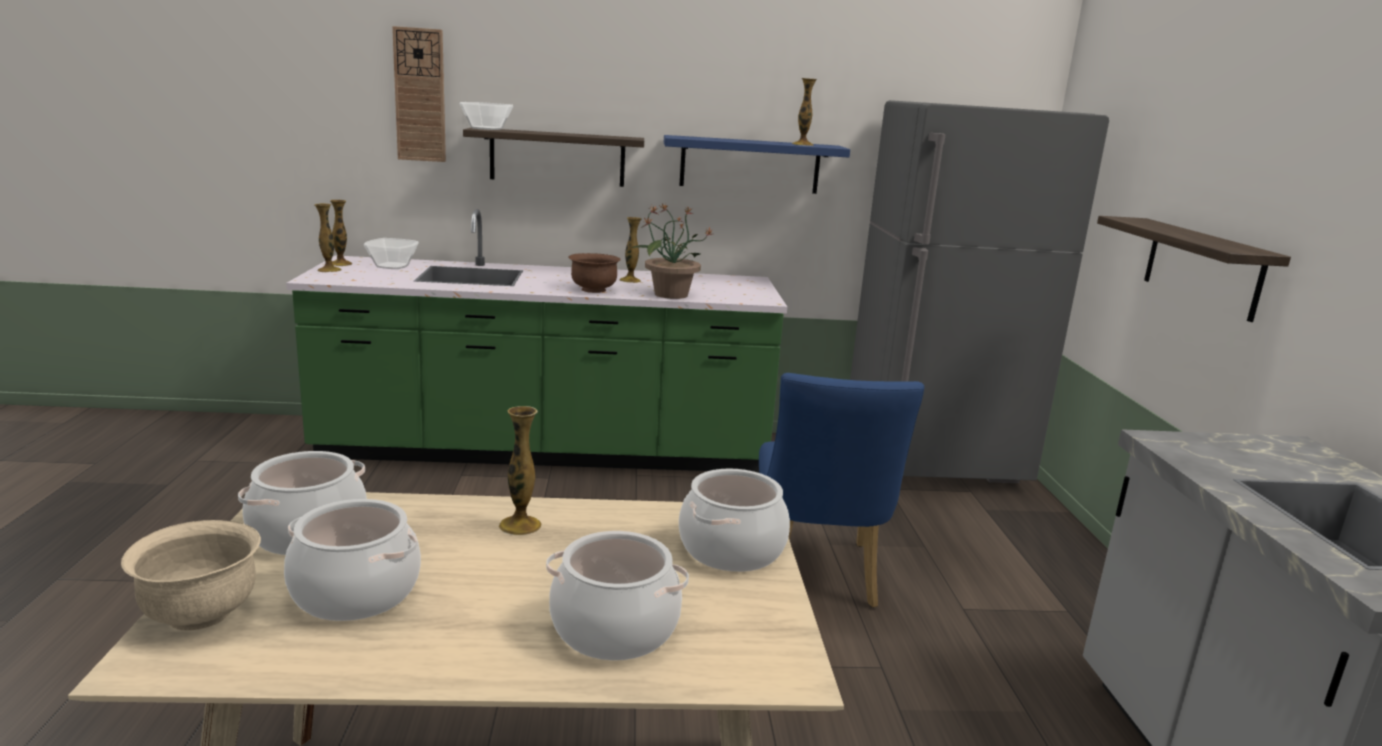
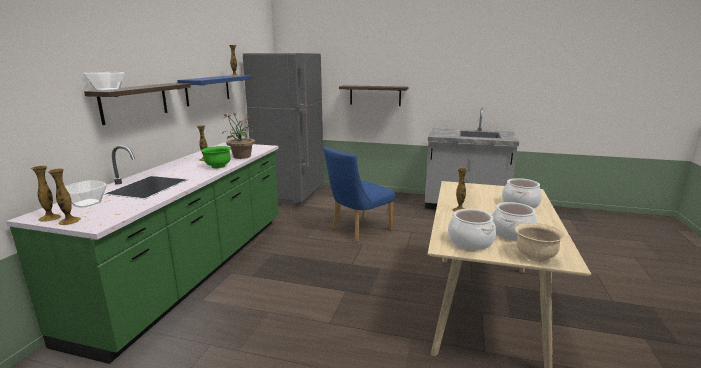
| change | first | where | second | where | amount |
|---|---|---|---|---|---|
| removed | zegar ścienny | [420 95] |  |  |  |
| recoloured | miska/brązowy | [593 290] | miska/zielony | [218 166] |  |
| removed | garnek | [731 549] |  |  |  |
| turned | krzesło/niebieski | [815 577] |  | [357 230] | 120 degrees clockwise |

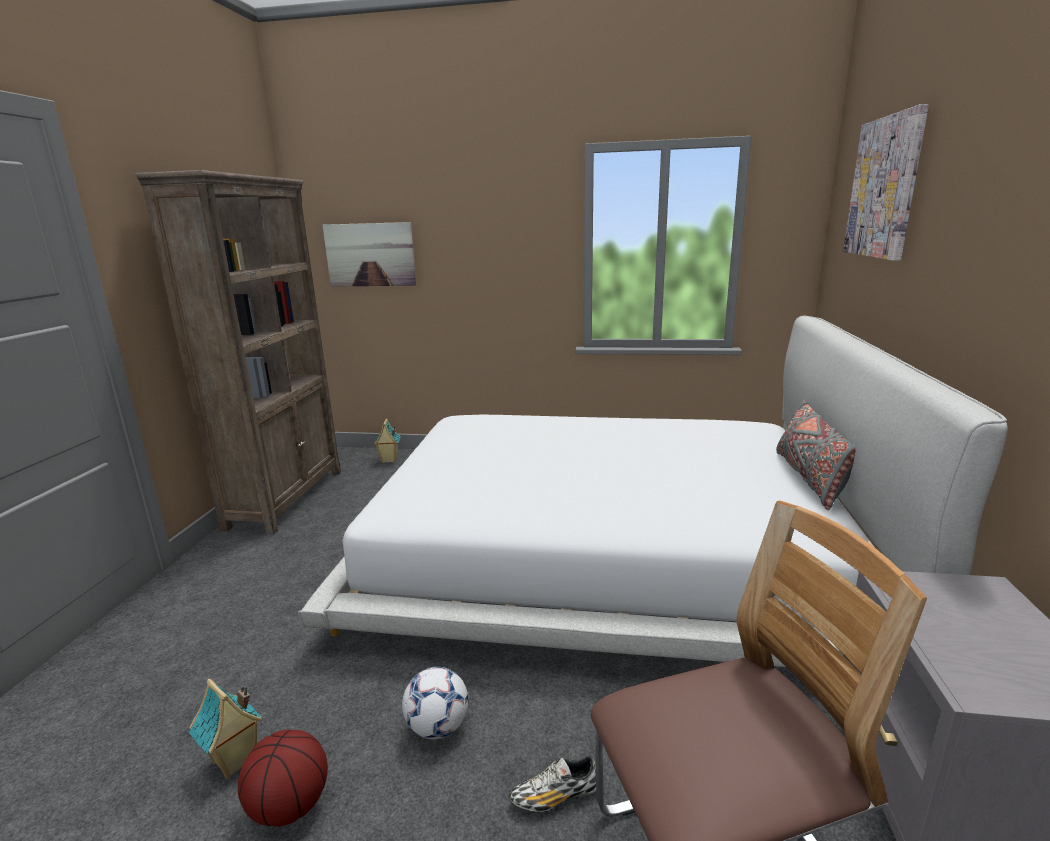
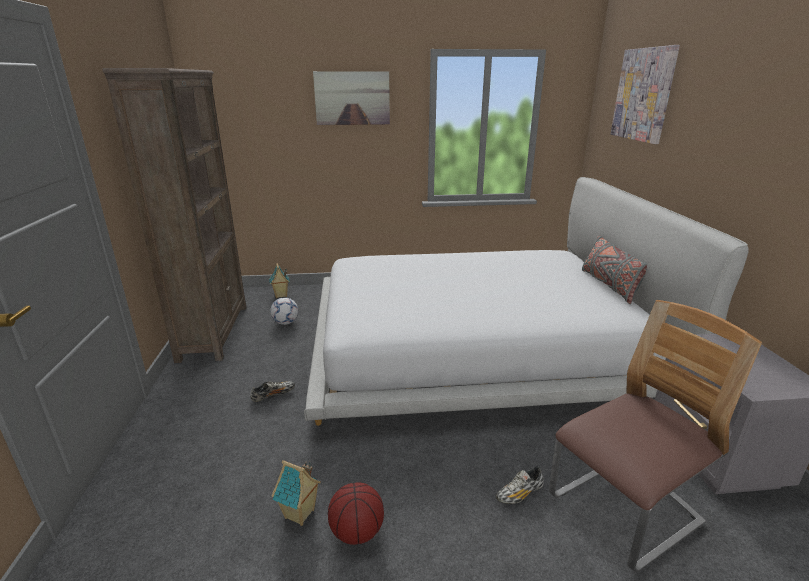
| change | first | where | second | where | amount |
|---|---|---|---|---|---|
| moved | obraz | [370 255] |  | [352 98] |  |
| moved | piłka futbolowa | [438 727] |  | [285 323] |  |
| added |  |  | but | [273 395] |  |

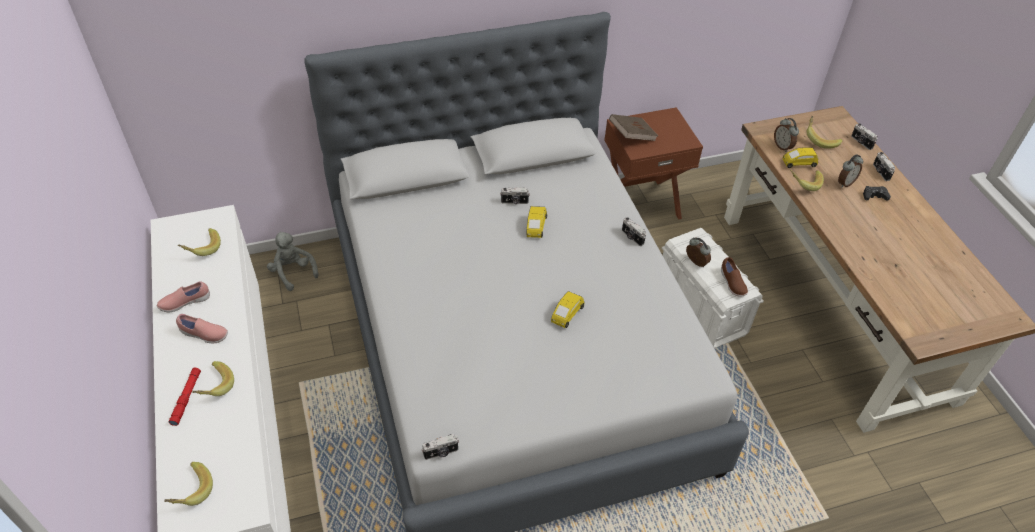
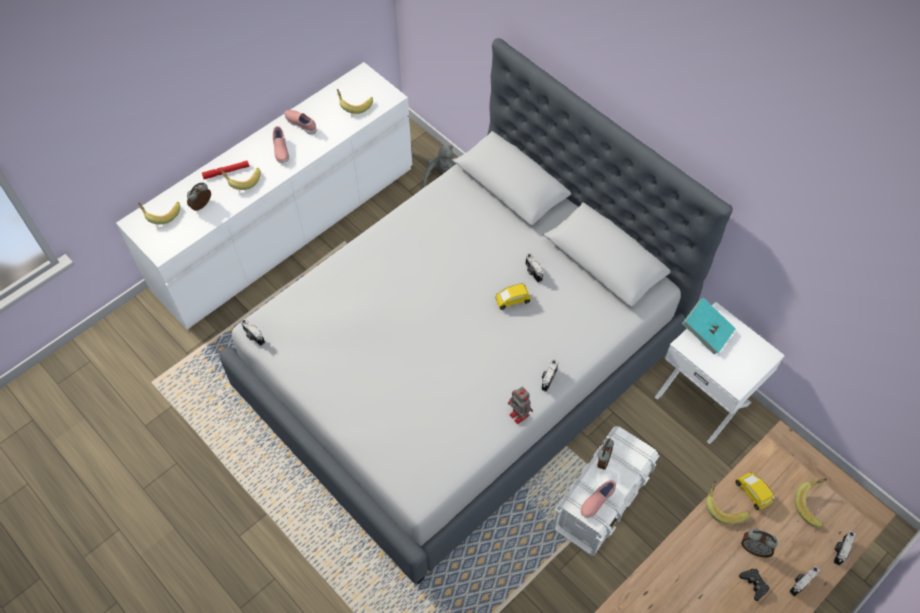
| change | first | where | second | where | amount |
|---|---|---|---|---|---|
| removed | samochodzik/żółty | [566 314] |  |  |  |
| recoloured | szafka nocna/brązowy | [640 203] | szafka nocna/biały | [703 398] |  |
| recoloured | książka/brązowy | [632 136] | książka/turkusowy | [706 332] |  |
| recoloured | but/brązowy | [732 283] | but/różowy | [596 501] |  |
| moved | budzik | [782 146] |  | [202 206] |  |
| added |  |  | robot zabawkowy | [520 415] |  |

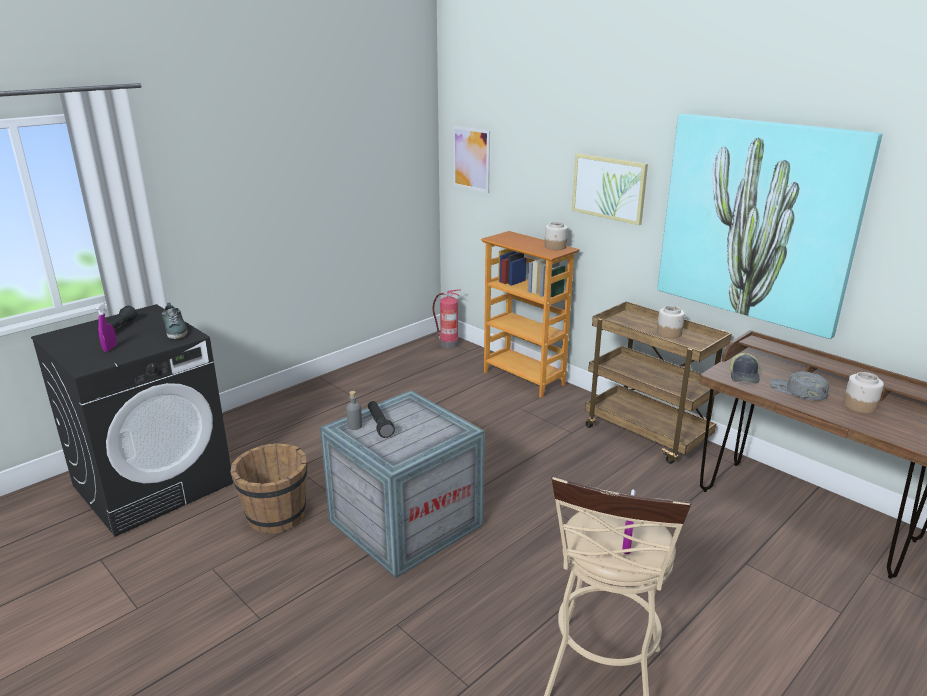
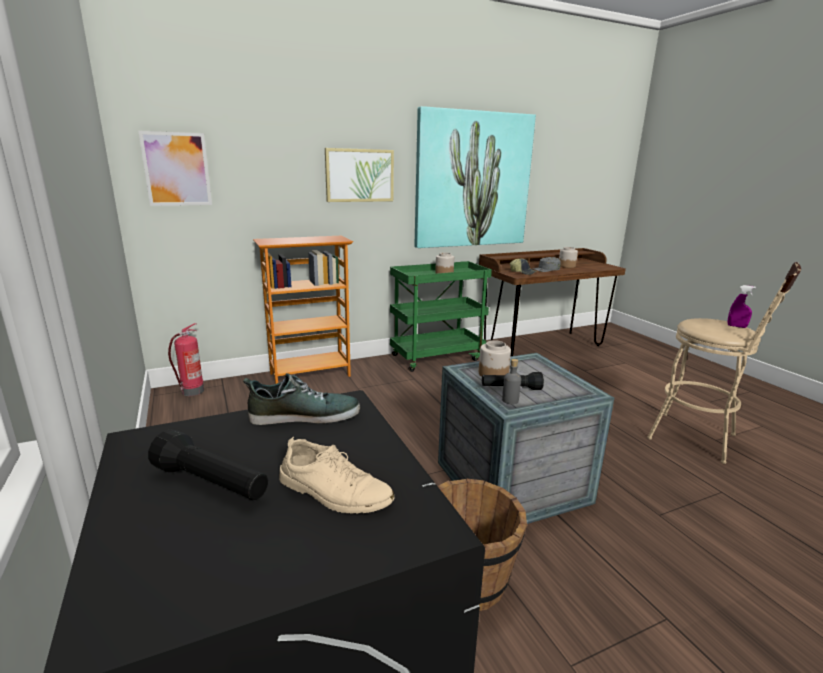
| change | first | where | second | where | amount |
|---|---|---|---|---|---|
| replaced | spryskiwacz/fioletowy | [110 348] | but/beżowy | [334 492] |  |
| moved | słoik | [555 247] |  | [493 374] |  |
| recoloured | wózek/brązowy | [647 435] | wózek/zielony | [437 357] |  |

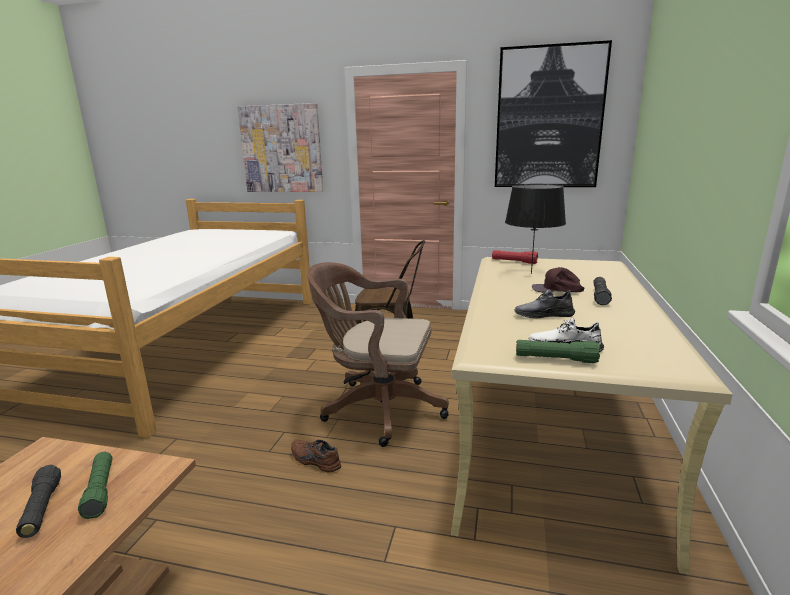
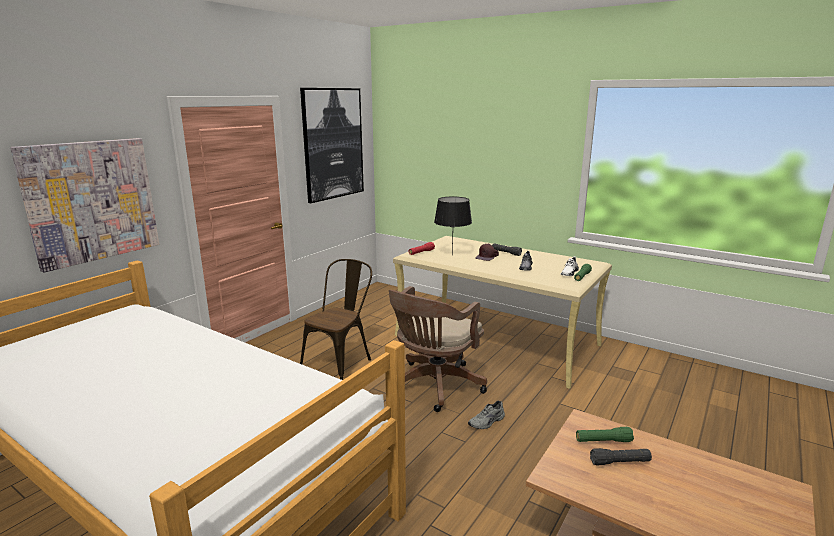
| change | first | where | second | where | amount |
|---|---|---|---|---|---|
| recoloured | but/brązowy | [314 461] | but/szary | [487 422] |  |

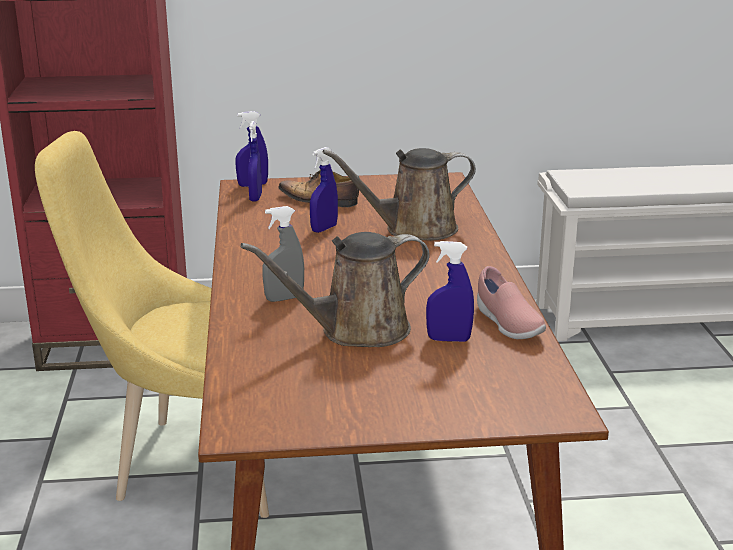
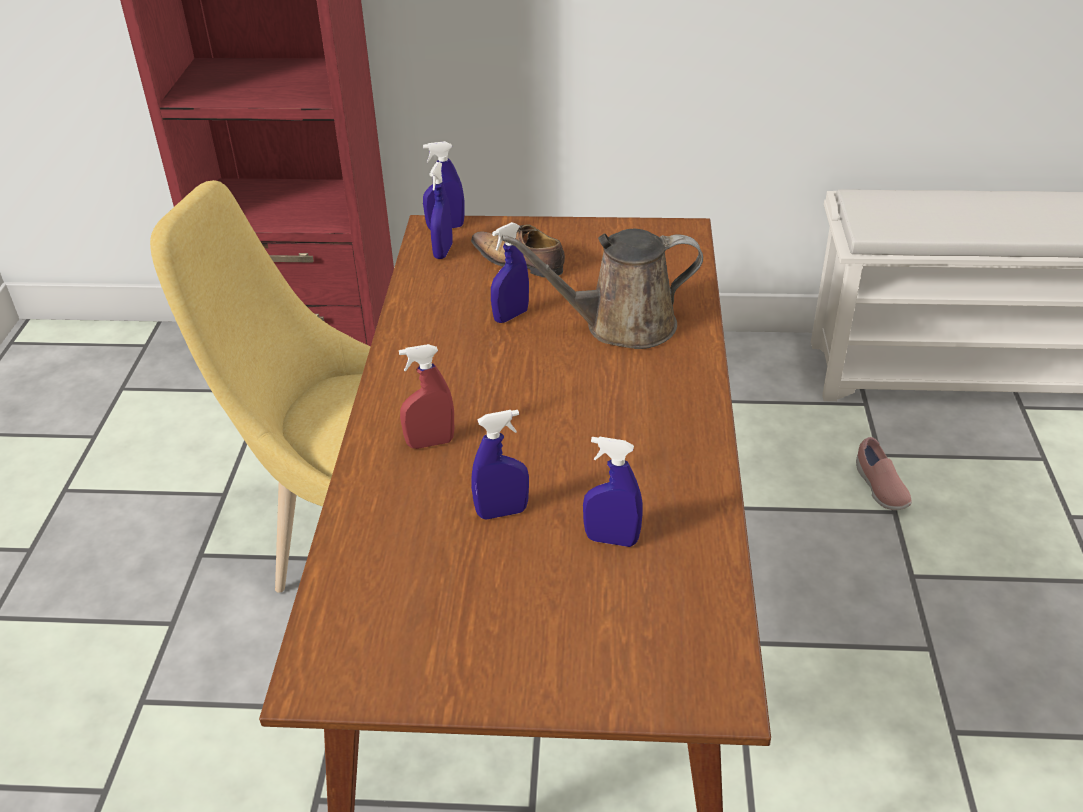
| change | first | where | second | where | amount |
|---|---|---|---|---|---|
| replaced | konewka/brązowy | [356 331] | spryskiwacz/niebieski | [502 512] |  |
| recoloured | spryskiwacz/szary | [284 298] | spryskiwacz/czerwony | [430 443] |  |
| moved | but/różowy | [507 324] |  | [879 488] |  |

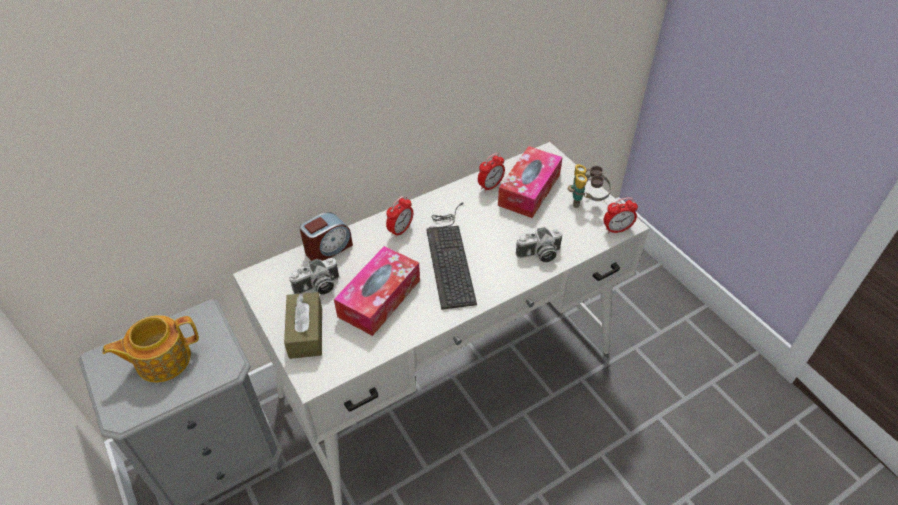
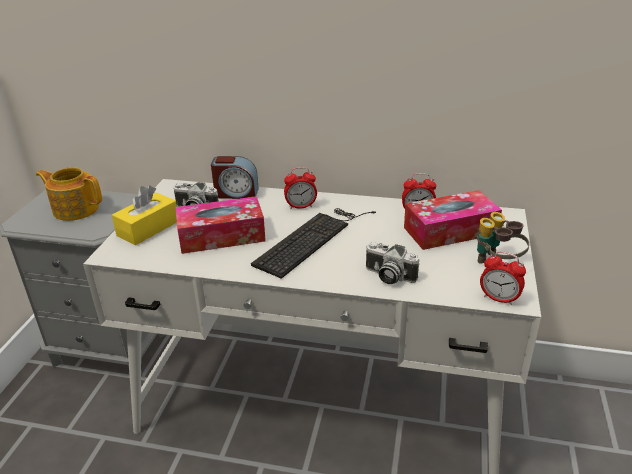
| change | first | where | second | where | amount |
|---|---|---|---|---|---|
| recoloured | pudełko chusteczek/brązowy | [306 332] | pudełko chusteczek/żółty | [148 228] |  |

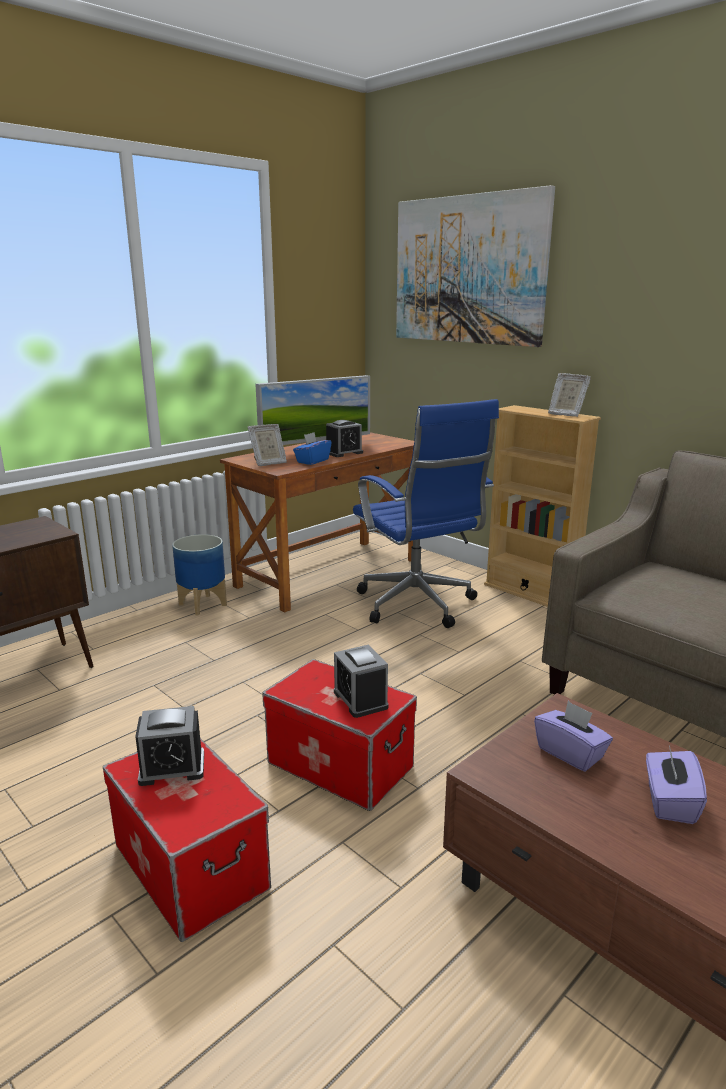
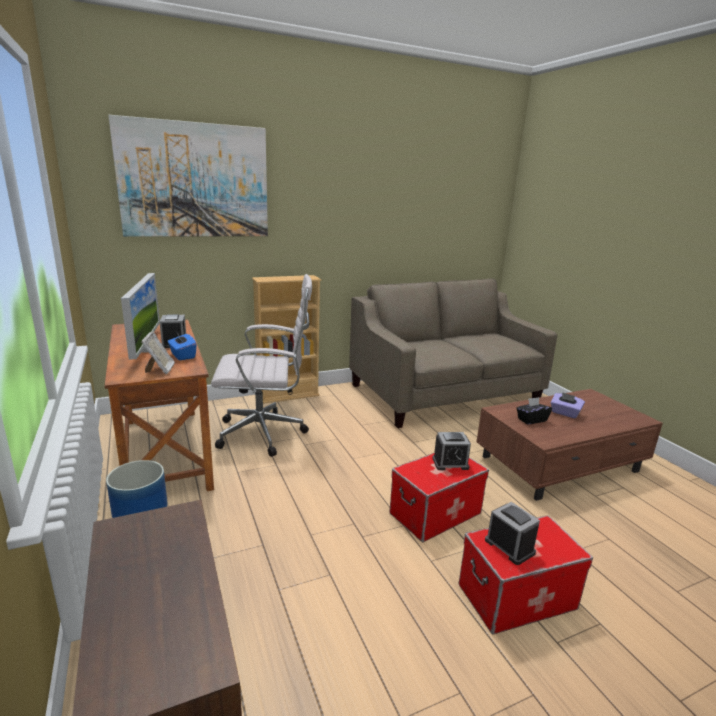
| change | first | where | second | where | amount |
|---|---|---|---|---|---|
| turned | budzik | [172 768] |  | [509 546] | 45 degrees counterclockwise |
| recoloured | krzesło biurowe/niebieski | [418 606] | krzesło biurowe/biały | [265 433] |  |
| recoloured | pudełko chusteczek/fioletowy | [570 753] | pudełko chusteczek/czarny | [531 420] |  |
| removed | ramka na zdjęcie | [566 414] |  |  |  |

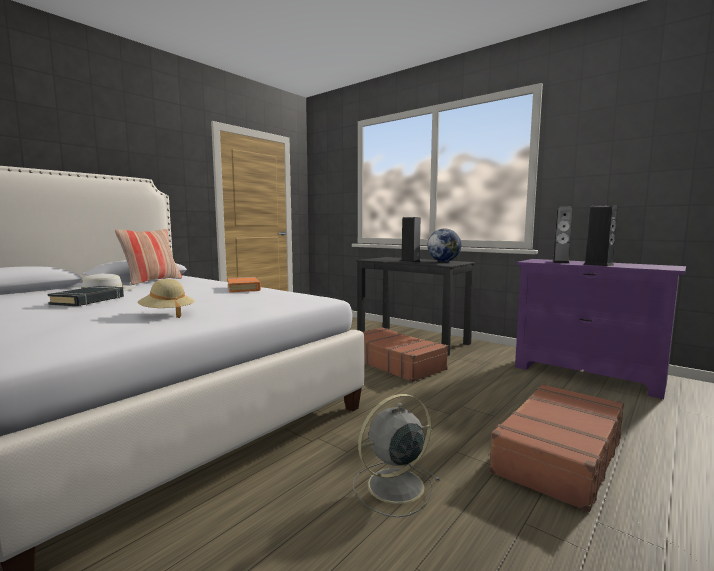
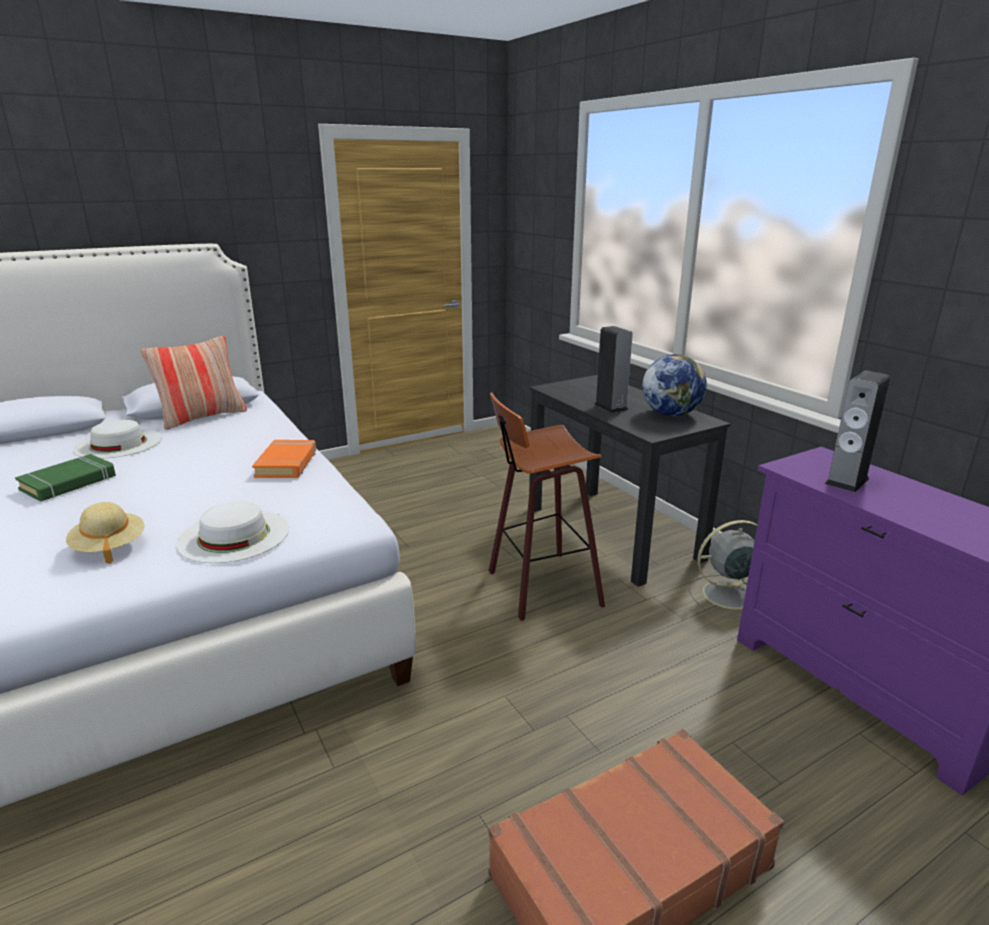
| change | first | where | second | where | amount |
|---|---|---|---|---|---|
| recoloured | książka/czarny | [88 300] | książka/zielony | [69 483] |  |
| moved | wentylator/szary | [393 486] |  | [725 595] |  |
| replaced | walizka/brązowy | [395 363] | stołek | [539 587] |  |
| removed | głośnik | [598 264] |  |  |  |
| added |  |  | kapelusz/biały | [234 535] |  |

